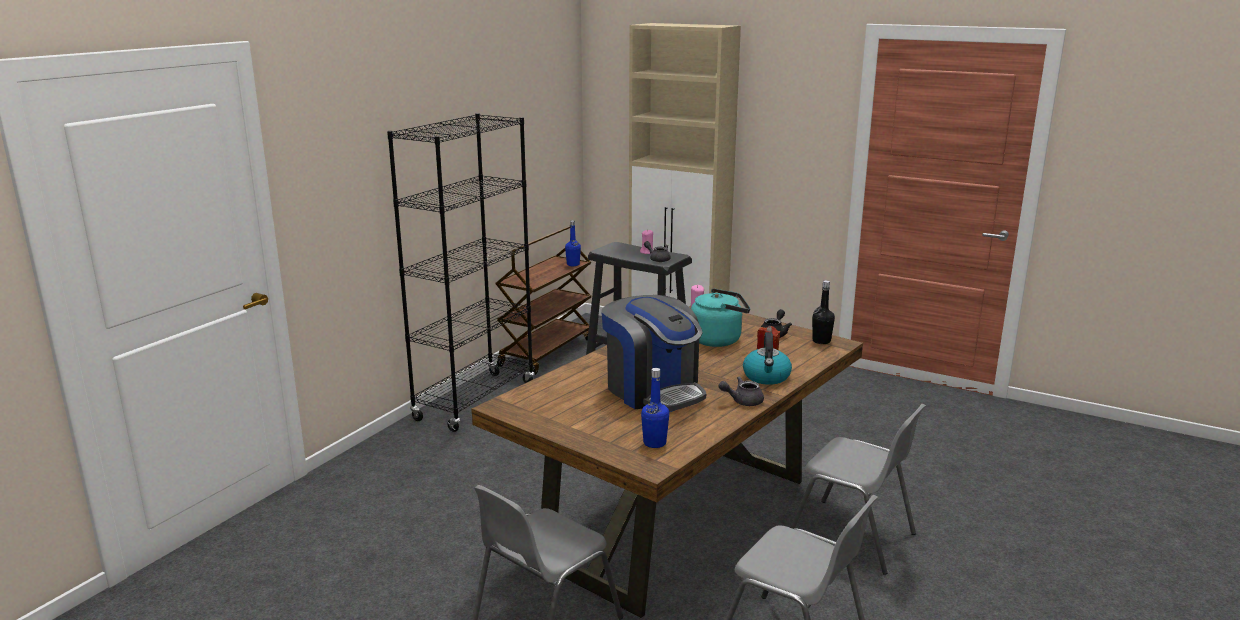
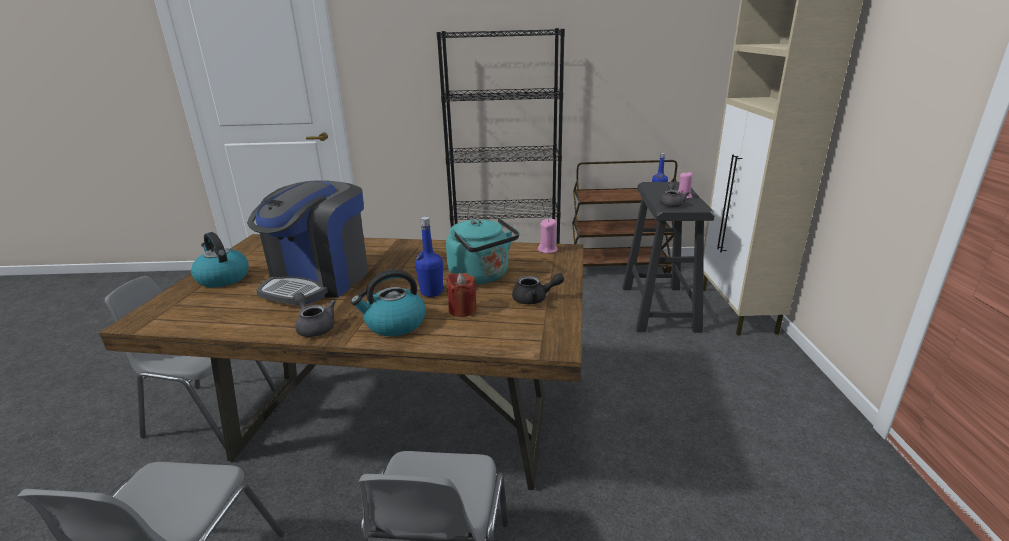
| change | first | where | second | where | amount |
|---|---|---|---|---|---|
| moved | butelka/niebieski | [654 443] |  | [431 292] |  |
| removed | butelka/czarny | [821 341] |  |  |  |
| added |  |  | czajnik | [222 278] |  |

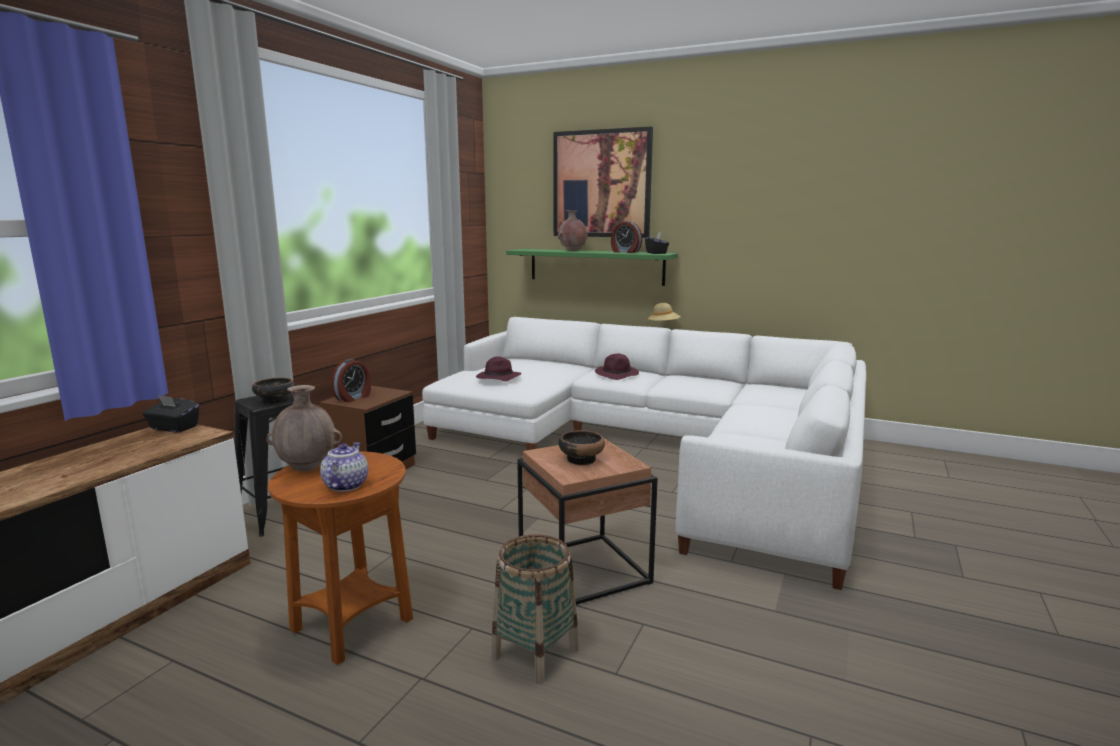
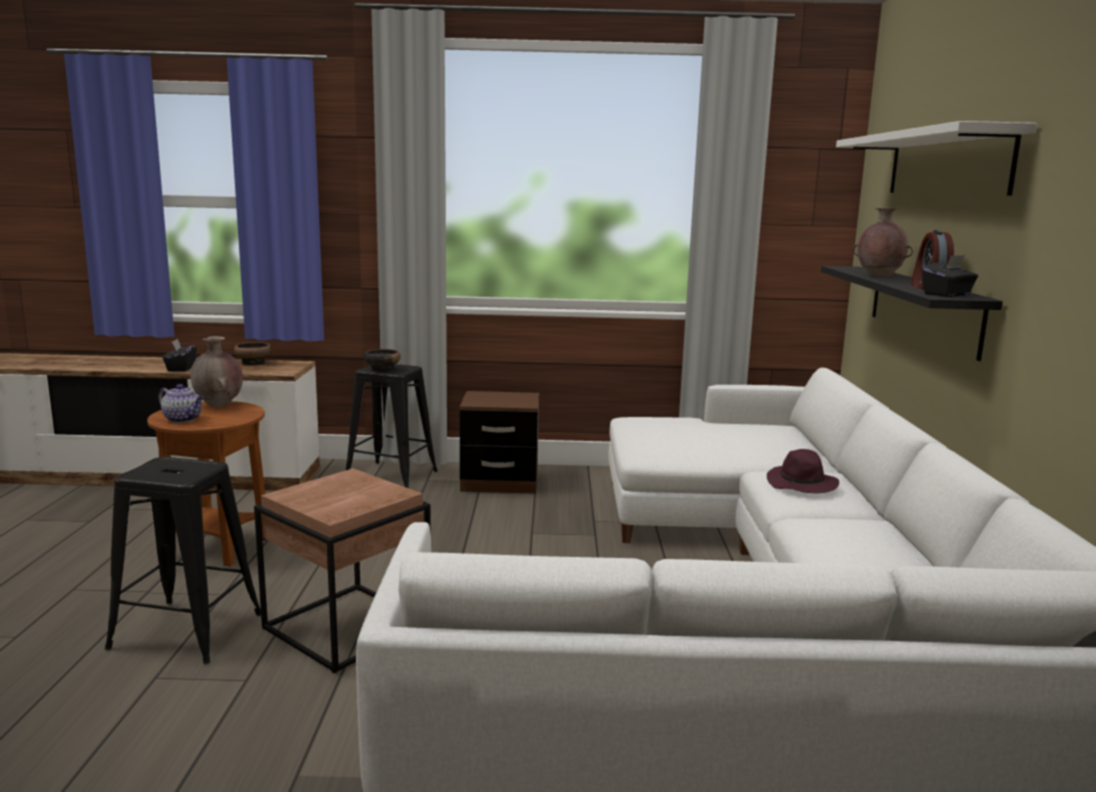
| change | first | where | second | where | amount |
|---|---|---|---|---|---|
| moved | pudełko chusteczek/czarny | [173 428] |  | [180 368] |  |
| turned | imbryk | [345 485] |  | [183 419] | 45 degrees clockwise |
| removed | budzik | [353 398] |  |  |  |
| removed | kapelusz/fioletowy | [497 378] |  |  |  |
| replaced | koszyk | [535 653] | stołek/czarny | [186 631] |  |
| recoloured | półka/zielony | [595 266] | półka/czarny | [923 308] |  |
| replaced | obraz | [601 184] | półka/biały | [946 164] |  |
| moved | miska | [581 459] |  | [254 363] |  |
| removed | kapelusz/beżowy | [663 325] |  |  |  |

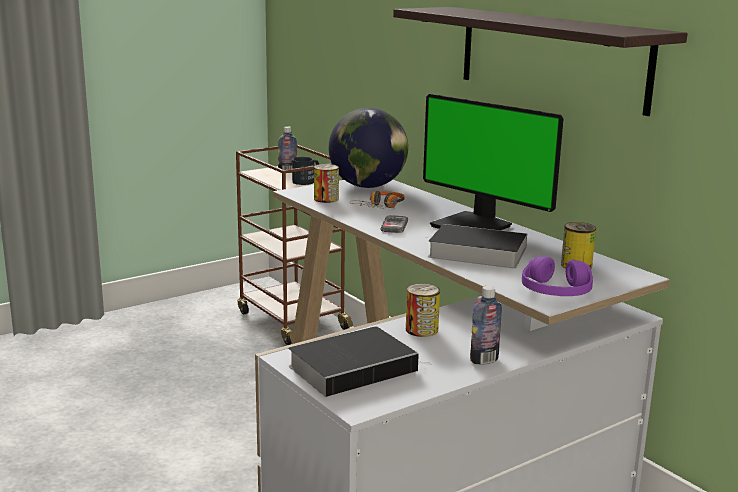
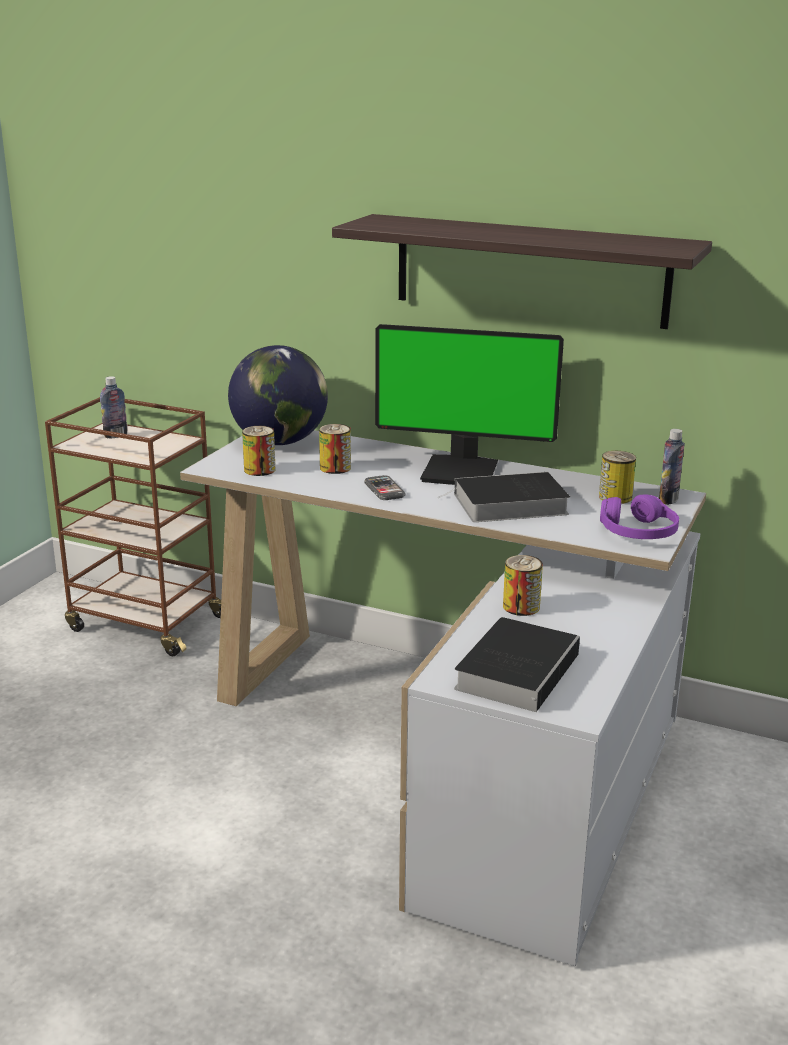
| change | first | where | second | where | amount |
|---|---|---|---|---|---|
| removed | kubek/czarny | [307 181] |  |  |  |
| replaced | słuchawki | [381 207] | puszka | [335 468] |  |
| moved | butelka | [484 360] |  | [668 500] |  |

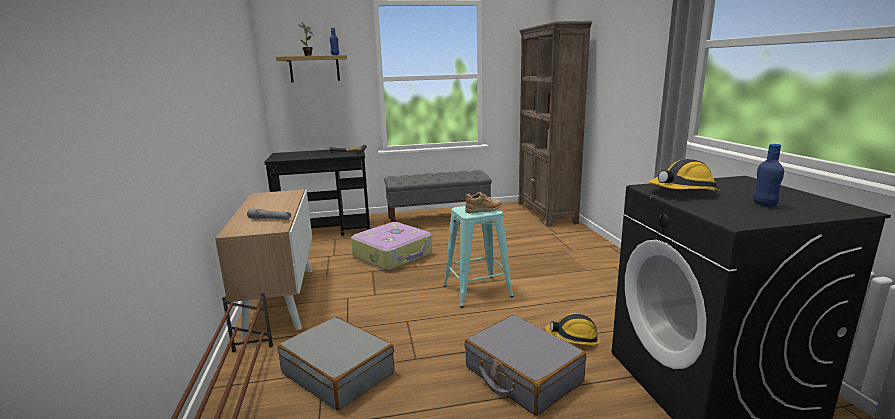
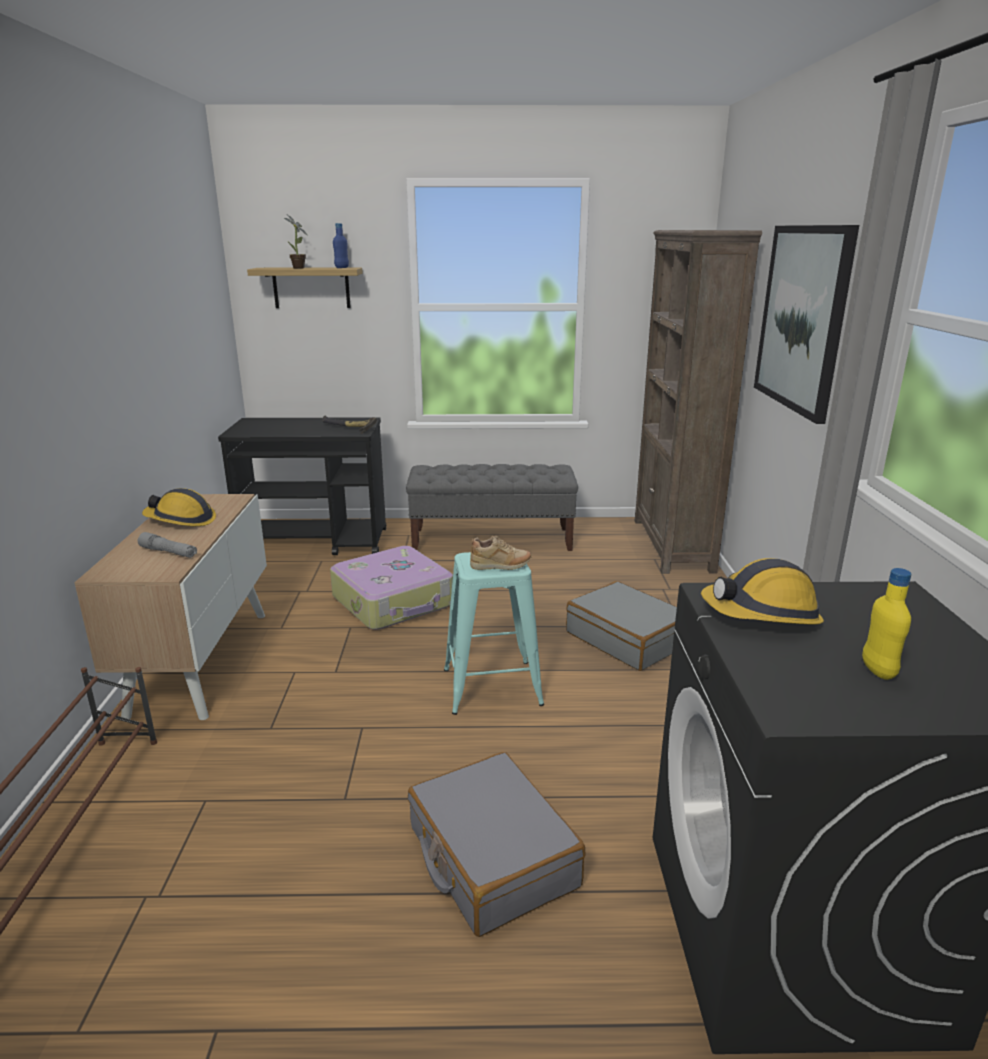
| change | first | where | second | where | amount |
|---|---|---|---|---|---|
| moved | walizka/szary | [338 373] |  | [627 639] |  |
| moved | kask | [573 338] |  | [181 520] |  |
| recoloured | butelka/niebieski | [764 205] | butelka/żółty | [878 670] |  |
| added |  |  | obraz | [802 318] |  |

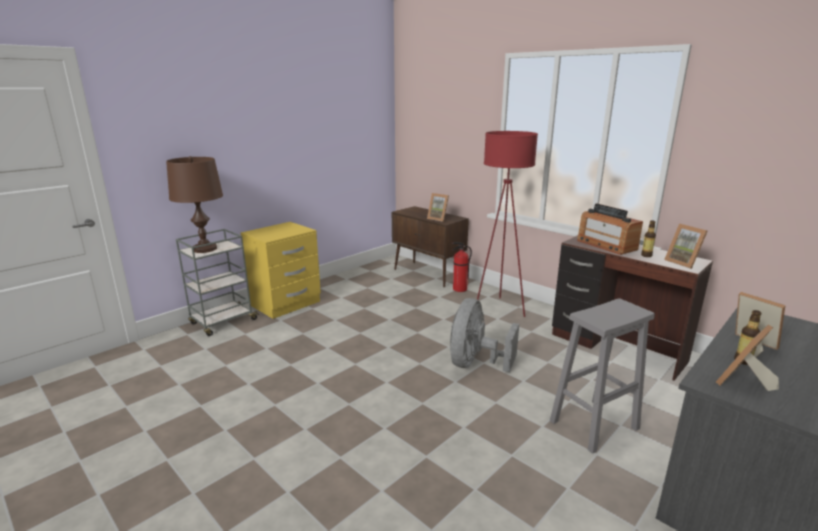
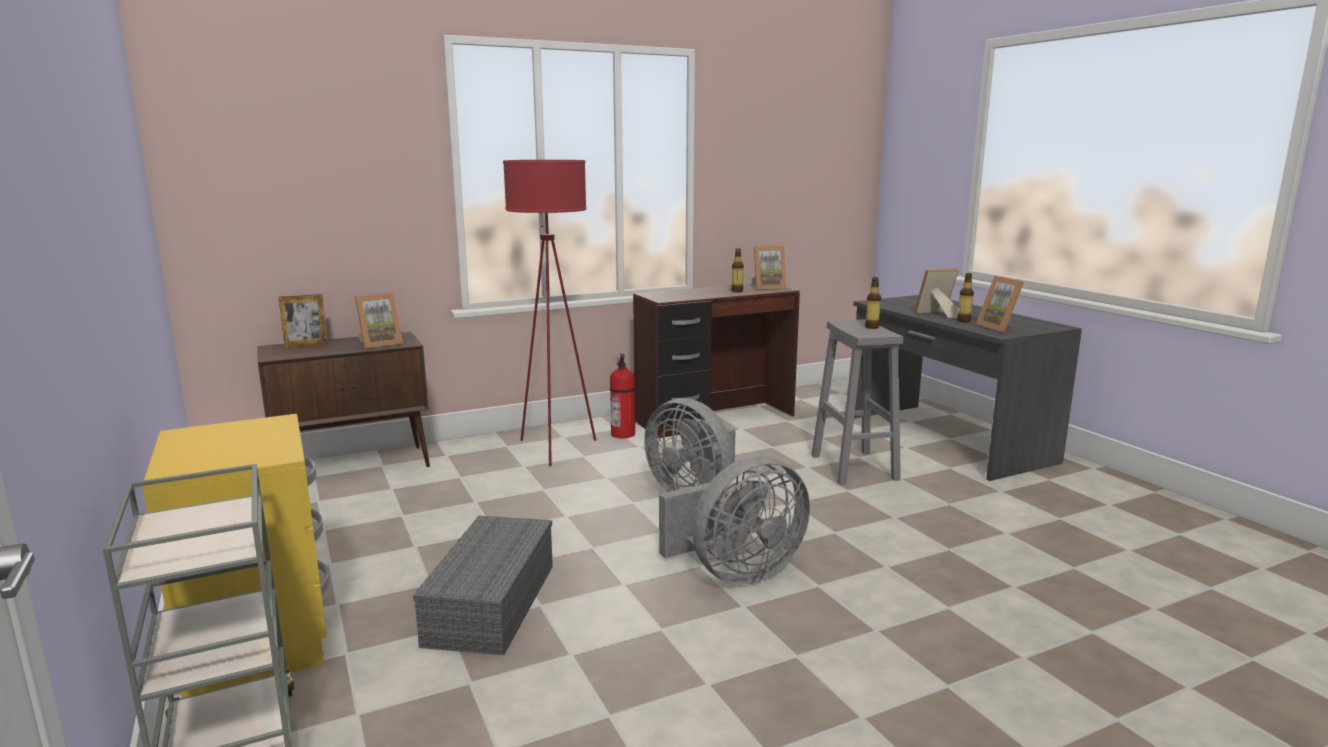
| change | first | where | second | where | amount |
|---|---|---|---|---|---|
| removed | lampa stołowa/brązowy | [204 249] |  |  |  |
| moved | gaśnica | [459 289] |  | [623 434] |  |
| removed | radio | [606 245] |  |  |  |
| added |  |  | ramka na zdjęcie | [306 345] |  |
| added |  |  | pojemnik do przechowywania/szary | [490 602] |  |
| added |  |  | wentylator/szary | [736 573] |  |
| added |  |  | butelka | [871 327] |  |

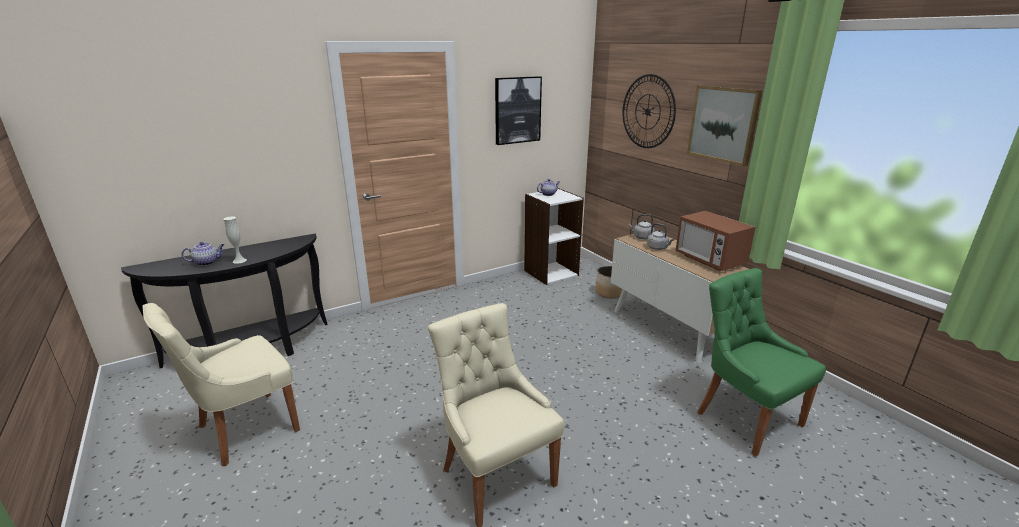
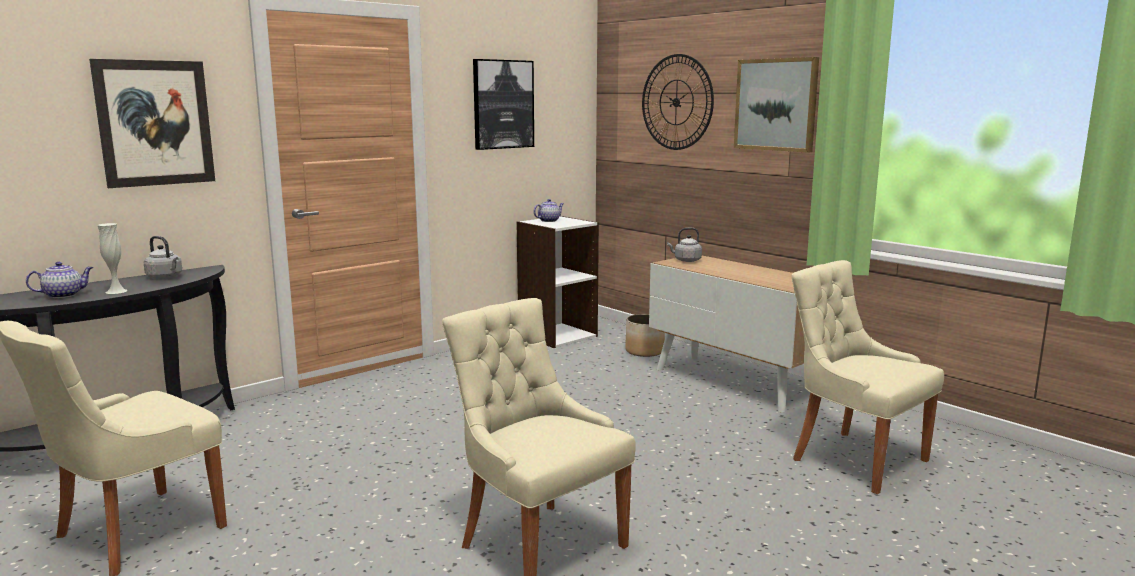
| change | first | where | second | where | amount |
|---|---|---|---|---|---|
| moved | czajnik/szary | [658 248] |  | [165 277] |  |
| removed | mikrofalówka | [709 260] |  |  |  |
| recoloured | krzesło/zielony | [745 417] | krzesło/beżowy | [854 458] |  |
| added |  |  | obraz | [155 123] |  |

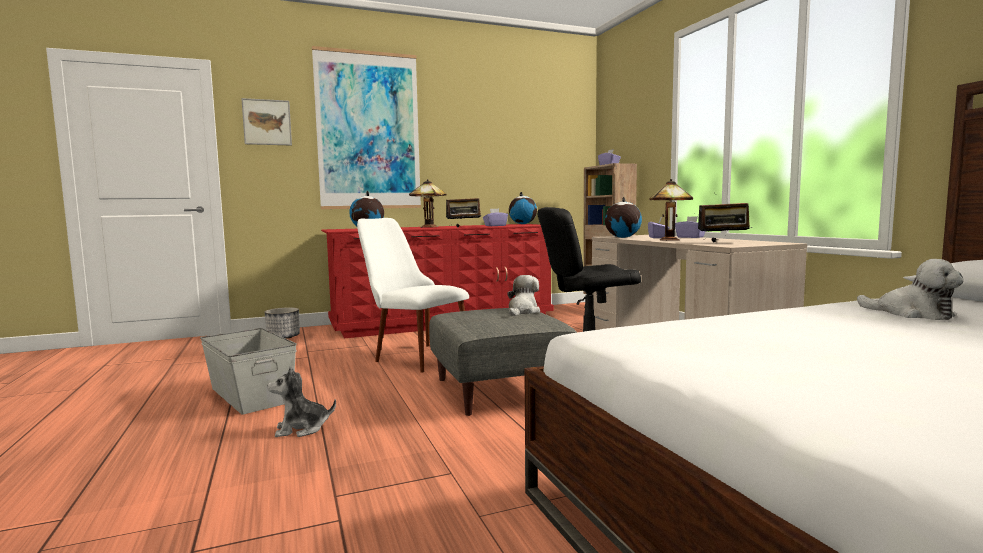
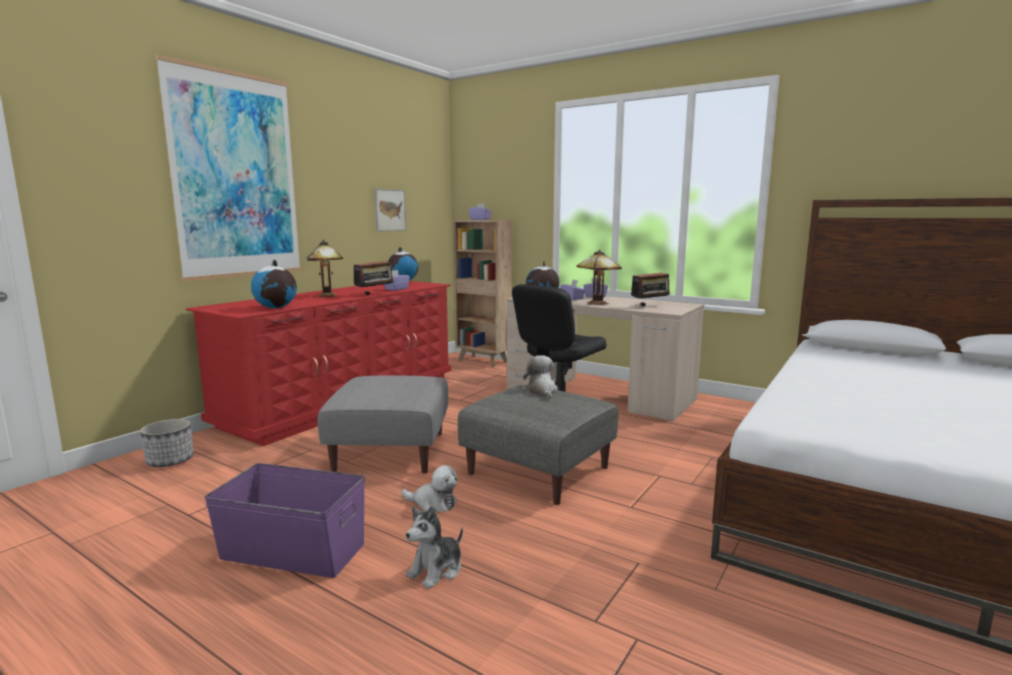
| change | first | where | second | where | amount |
|---|---|---|---|---|---|
| recoloured | pojemnik do przechowywania/szary | [251 394] | pojemnik do przechowywania/fioletowy | [293 550] |  |
| moved | obraz | [267 122] |  | [390 210] |  |
| replaced | krzesło/biały | [413 355] | pufa/szary | [390 451] |  |
| moved | pluszak | [912 314] |  | [433 503] |  |

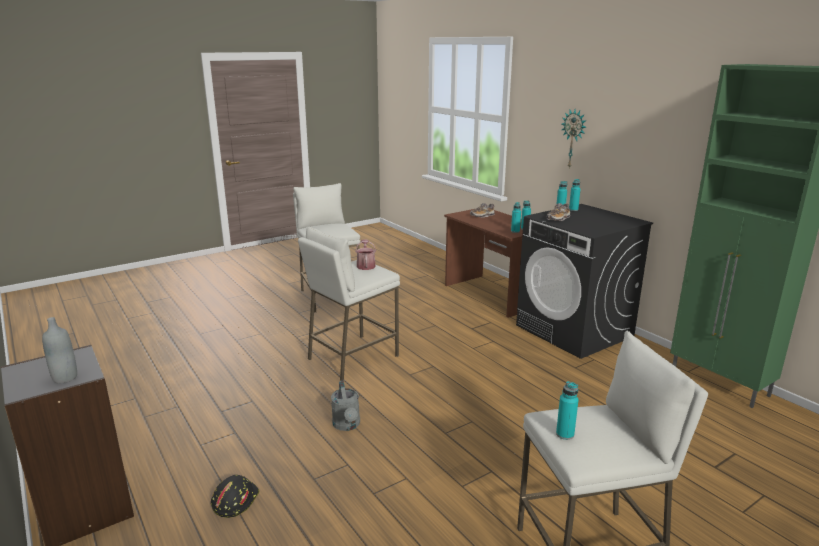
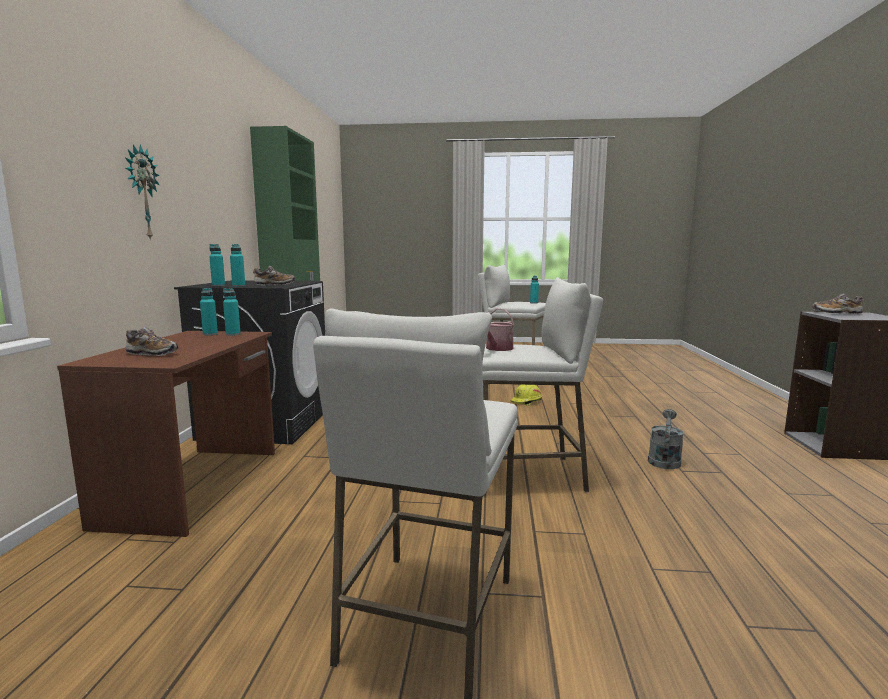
| change | first | where | second | where | amount |
|---|---|---|---|---|---|
| replaced | butelka/szary | [65 378] | but | [837 313] |  |
| removed | kask/czarny | [235 500] |  |  |  |
| moved | konewka/szary | [347 425] |  | [664 459] |  |
| added |  |  | kask/żółty | [526 401] |  |

